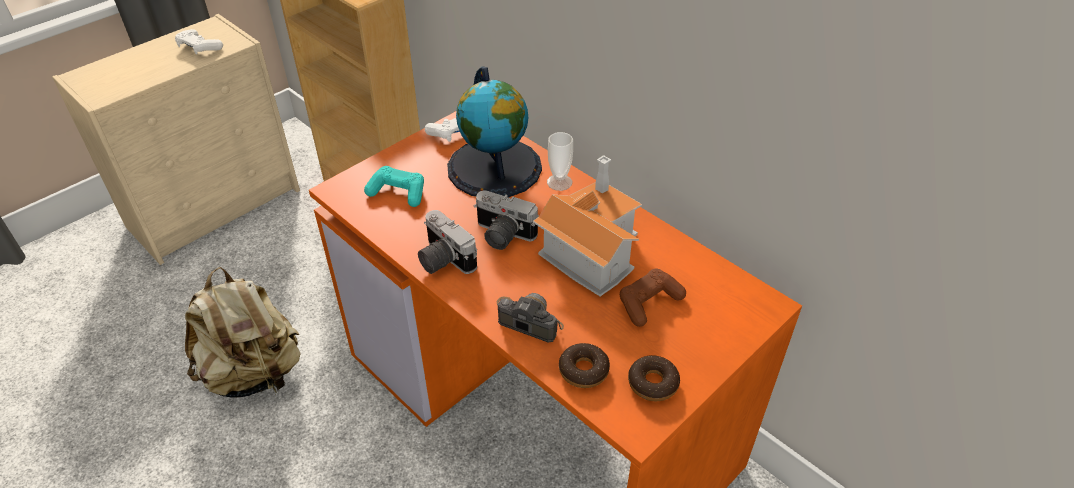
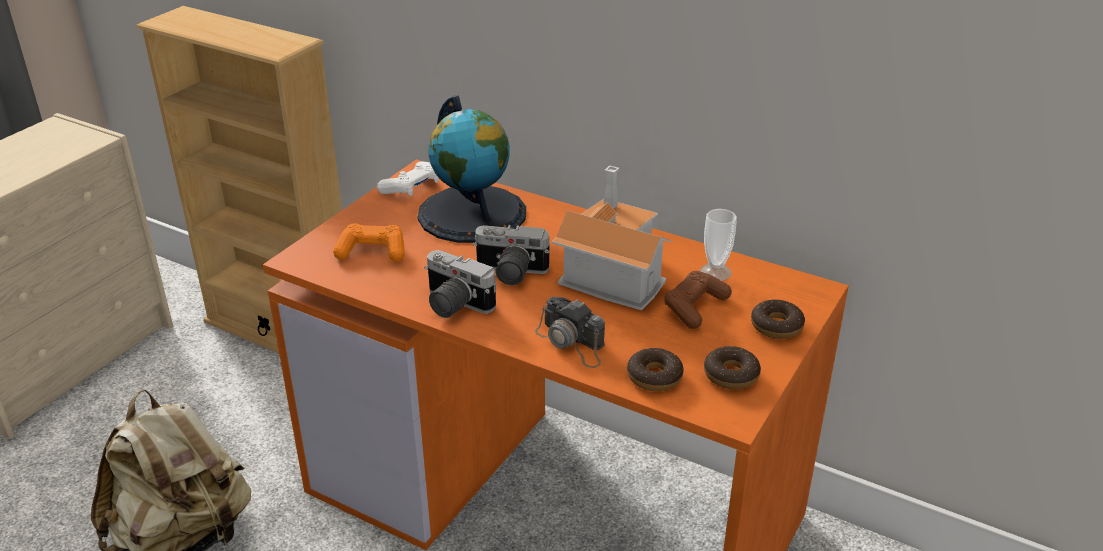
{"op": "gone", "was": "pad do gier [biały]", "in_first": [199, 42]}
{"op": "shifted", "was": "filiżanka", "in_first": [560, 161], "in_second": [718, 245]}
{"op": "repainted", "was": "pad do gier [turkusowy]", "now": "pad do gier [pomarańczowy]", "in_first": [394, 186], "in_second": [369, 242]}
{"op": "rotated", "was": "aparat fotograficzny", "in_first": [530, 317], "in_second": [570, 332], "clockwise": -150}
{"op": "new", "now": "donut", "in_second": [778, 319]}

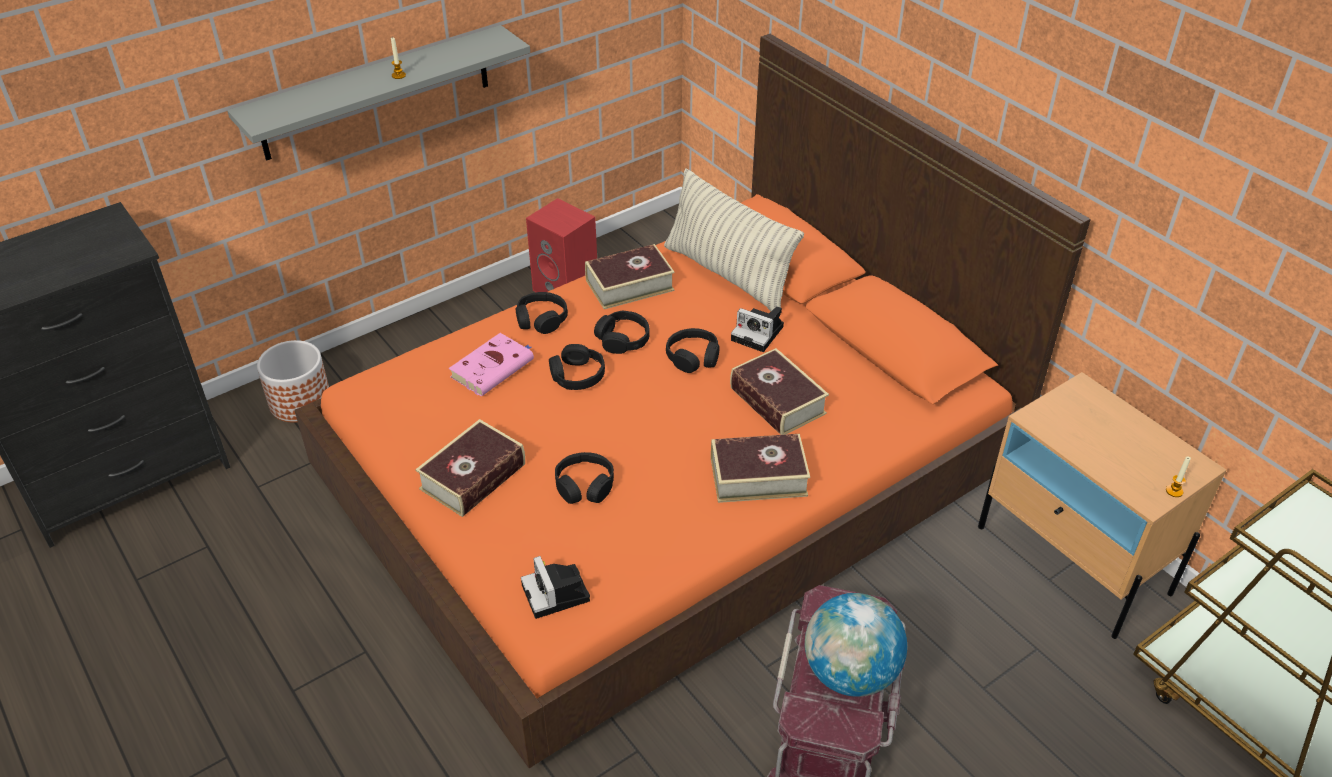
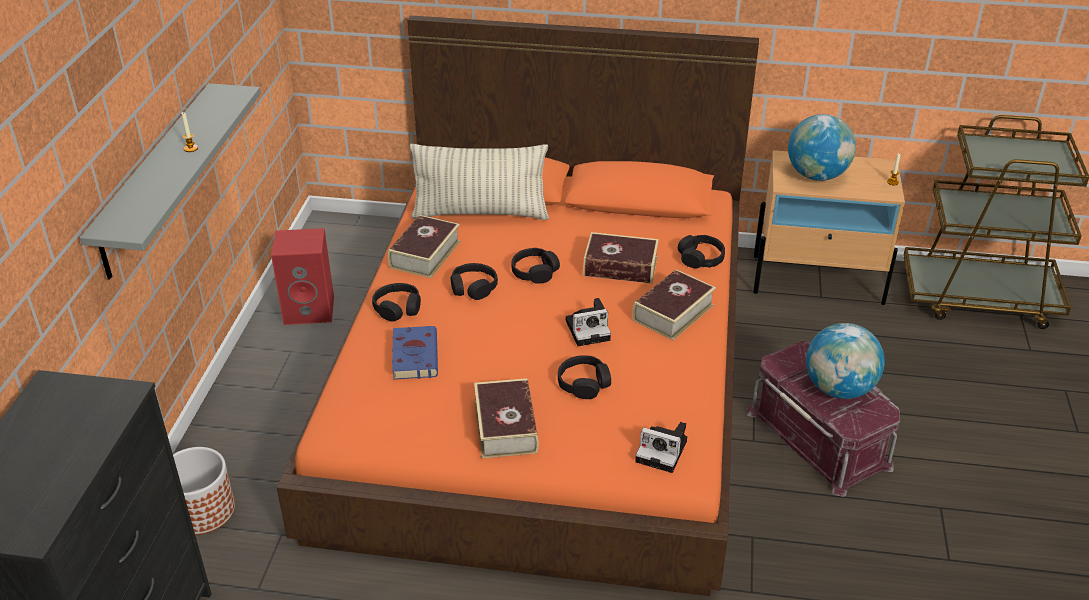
{"op": "shifted", "was": "aparat fotograficzny", "in_first": [757, 329], "in_second": [588, 322]}
{"op": "repainted", "was": "książka [różowy]", "now": "książka [niebieski]", "in_first": [491, 365], "in_second": [415, 353]}
{"op": "shifted", "was": "słuchawki [czarny]", "in_first": [577, 367], "in_second": [701, 252]}
{"op": "new", "now": "globus", "in_second": [822, 147]}

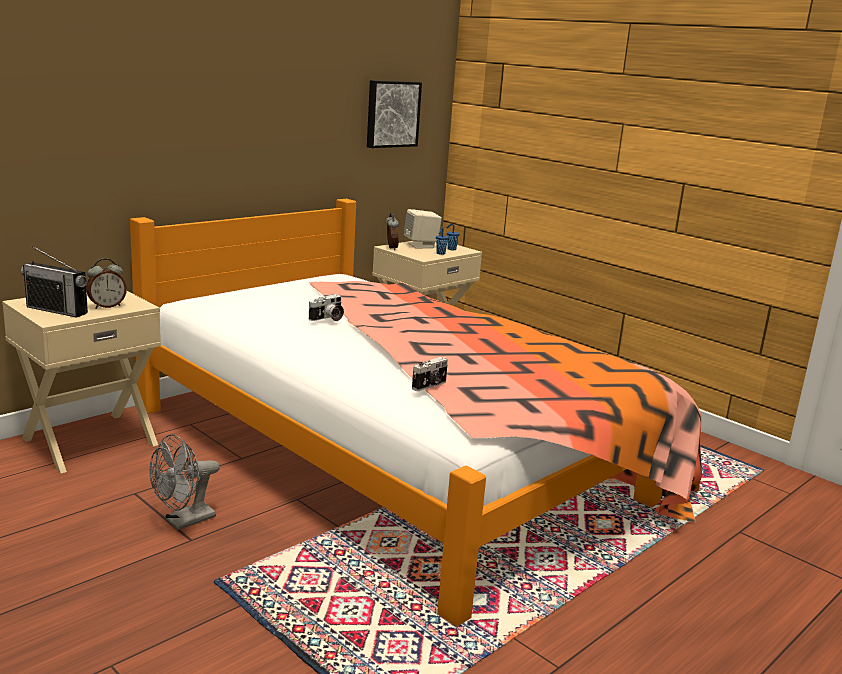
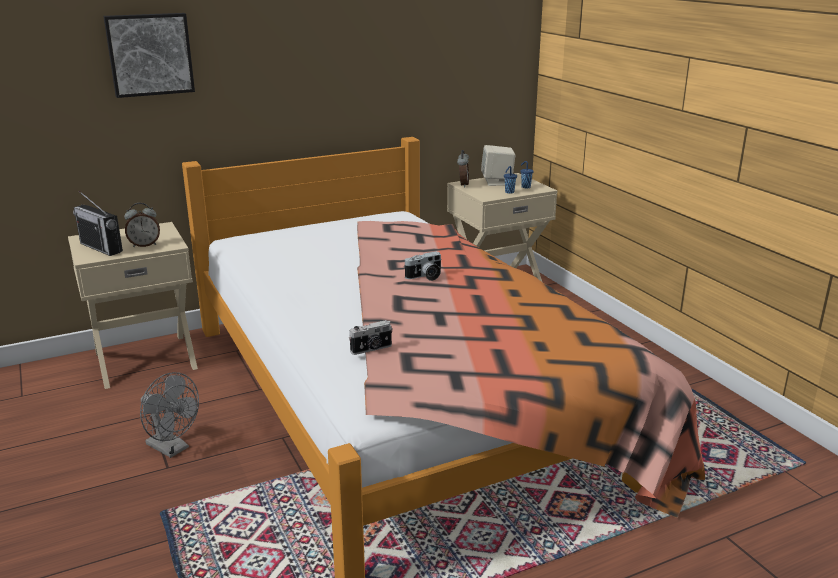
{"op": "shifted", "was": "obraz", "in_first": [394, 114], "in_second": [149, 55]}
{"op": "shifted", "was": "aparat fotograficzny", "in_first": [326, 307], "in_second": [423, 266]}
{"op": "rotated", "was": "wentylator [szary]", "in_first": [184, 482], "in_second": [169, 415], "clockwise": -120}

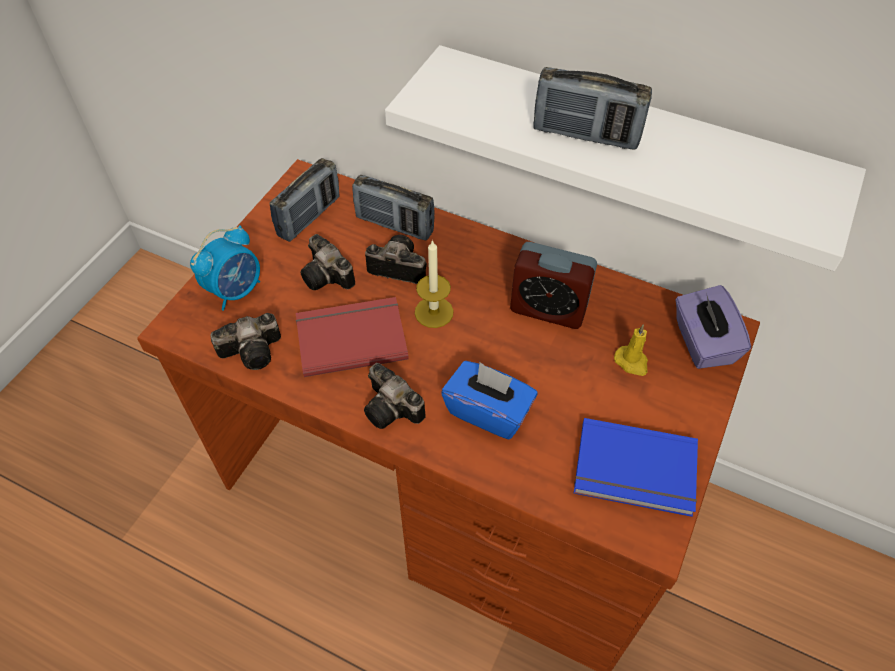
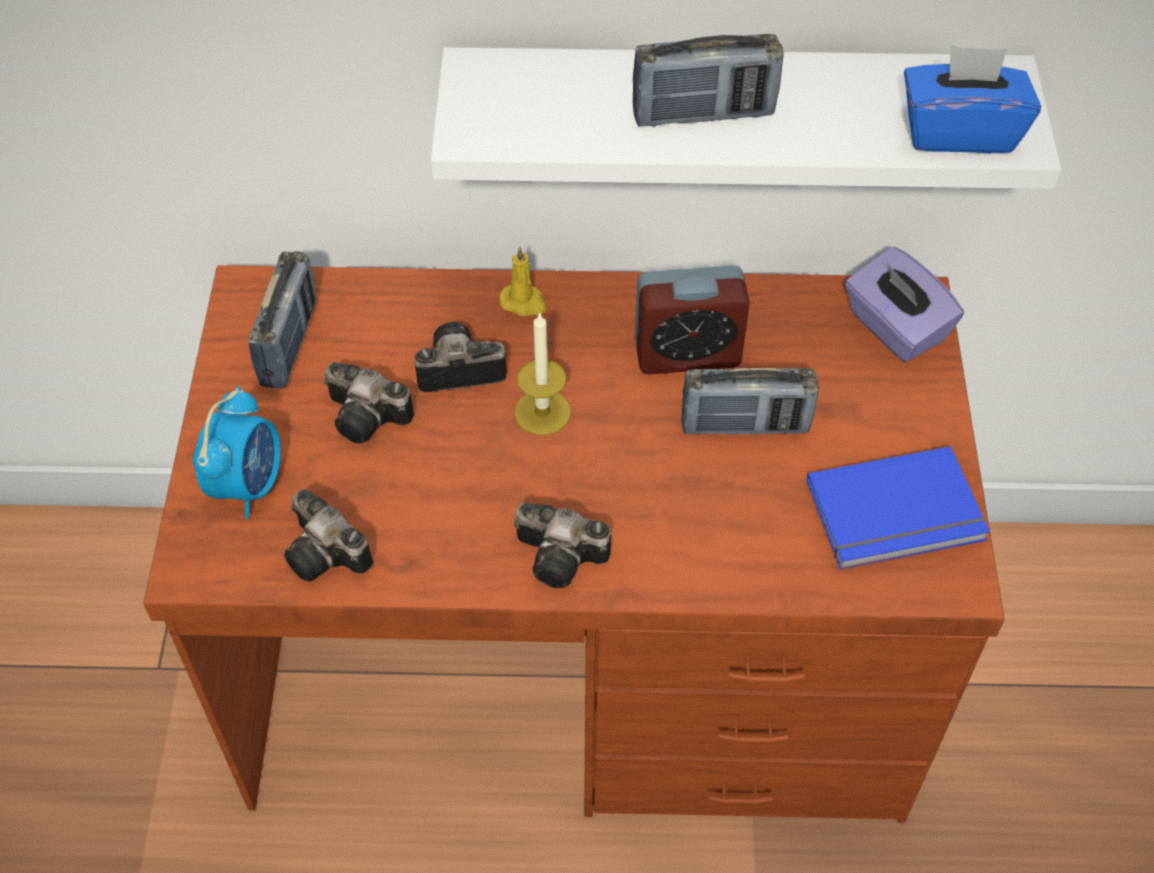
{"op": "shifted", "was": "radio", "in_first": [393, 207], "in_second": [750, 401]}
{"op": "gone", "was": "książka [czerwony]", "in_first": [352, 337]}
{"op": "rotated", "was": "aparat fotograficzny", "in_first": [245, 341], "in_second": [328, 535], "clockwise": 90}
{"op": "shifted", "was": "świeca [żółty]", "in_first": [631, 350], "in_second": [523, 281]}
{"op": "shifted", "was": "pudełko chusteczek [niebieski]", "in_first": [489, 400], "in_second": [972, 99]}

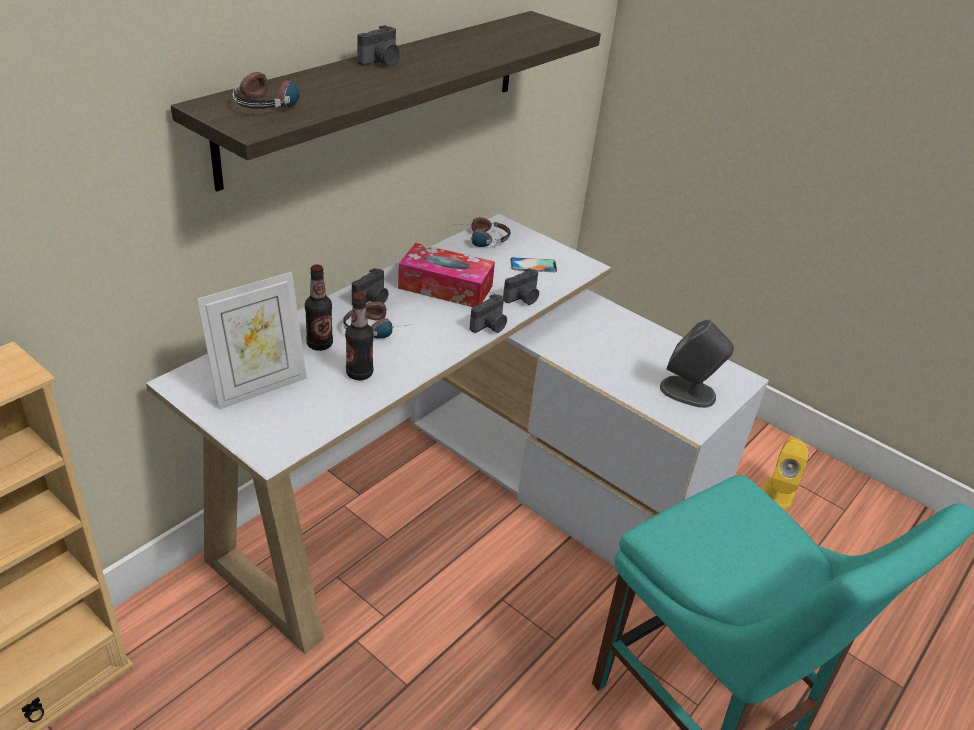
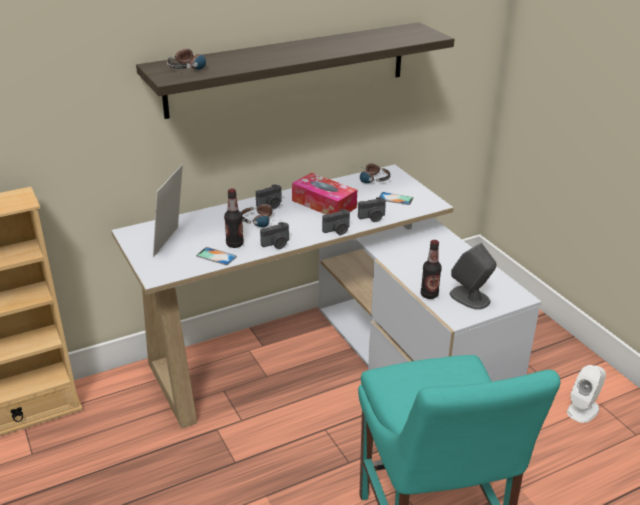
{"op": "shifted", "was": "aparat fotograficzny", "in_first": [378, 45], "in_second": [274, 235]}
{"op": "shifted", "was": "butelka", "in_first": [319, 307], "in_second": [431, 269]}
{"op": "rotated", "was": "ramka na zdjęcie", "in_first": [252, 341], "in_second": [168, 210], "clockwise": 120}
{"op": "repainted", "was": "głośnik [żółty]", "now": "głośnik [biały]", "in_first": [785, 473], "in_second": [586, 394]}
{"op": "new", "now": "telefon", "in_second": [216, 256]}

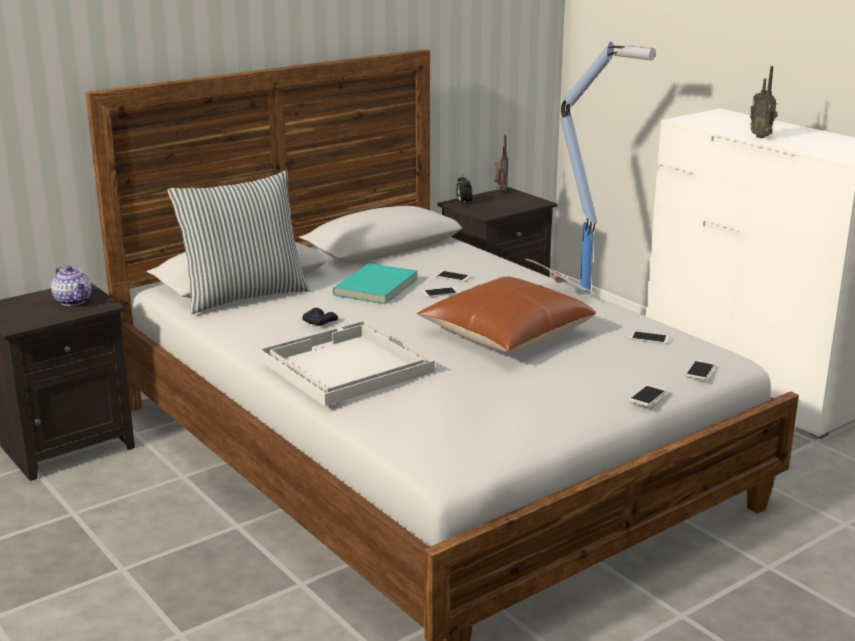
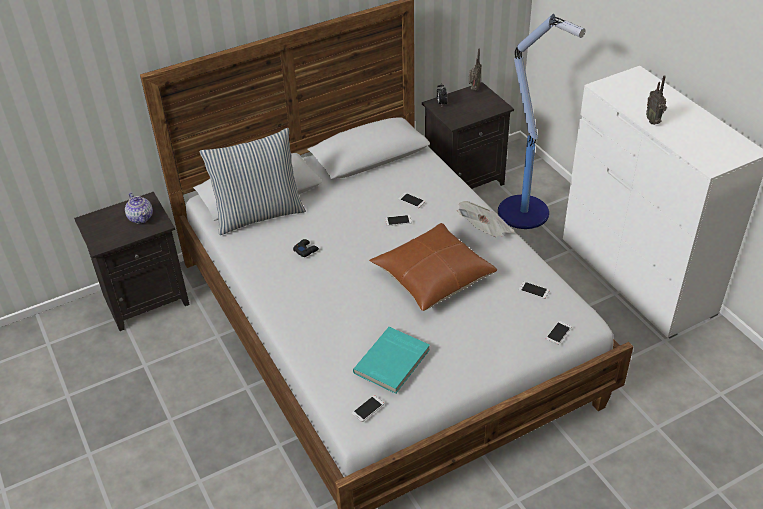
{"op": "shifted", "was": "książka [turkusowy]", "in_first": [375, 283], "in_second": [391, 360]}
{"op": "gone", "was": "taca [biały]", "in_first": [347, 363]}
{"op": "shifted", "was": "telefon", "in_first": [648, 395], "in_second": [368, 408]}

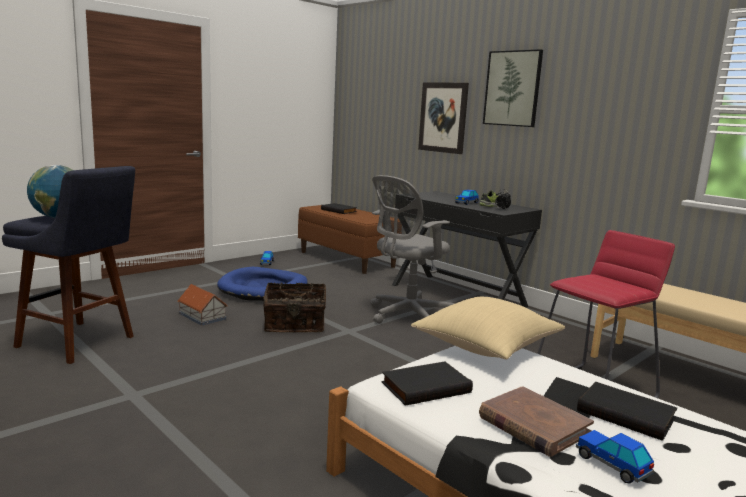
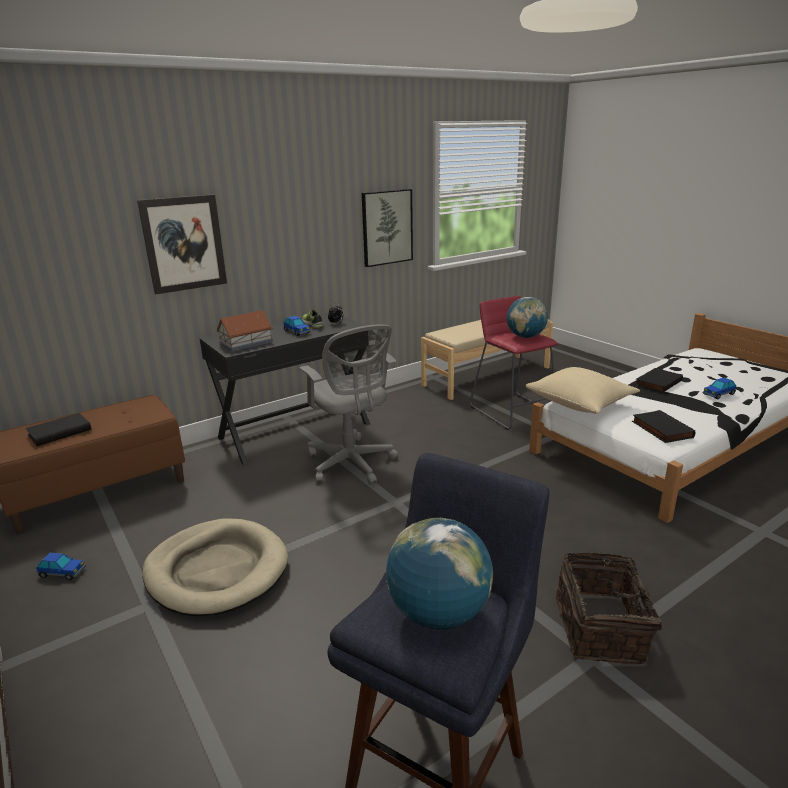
{"op": "shifted", "was": "obraz", "in_first": [513, 88], "in_second": [387, 228]}
{"op": "repainted", "was": "legowisko [niebieski]", "now": "legowisko [beżowy]", "in_first": [262, 284], "in_second": [215, 567]}
{"op": "shifted", "was": "koszyk", "in_first": [294, 307], "in_second": [609, 608]}
{"op": "shifted", "was": "domek", "in_first": [202, 305], "in_second": [244, 331]}
{"op": "gone", "was": "książka [brązowy]", "in_first": [536, 421]}
{"op": "new", "now": "globus", "in_second": [527, 317]}

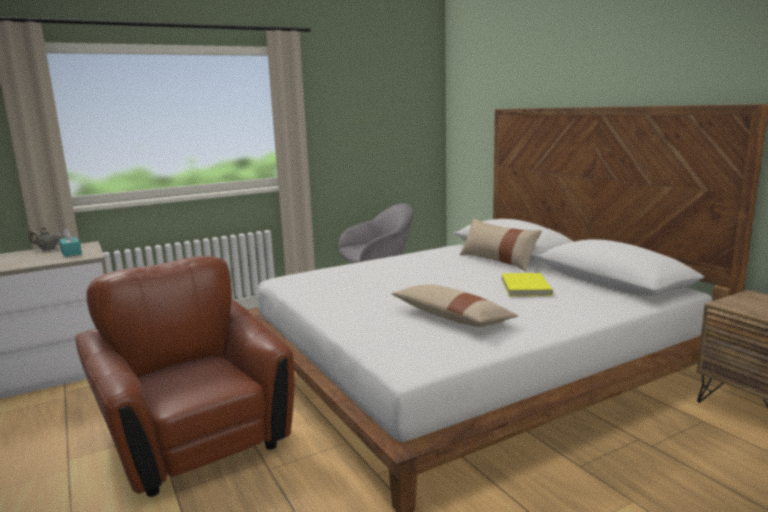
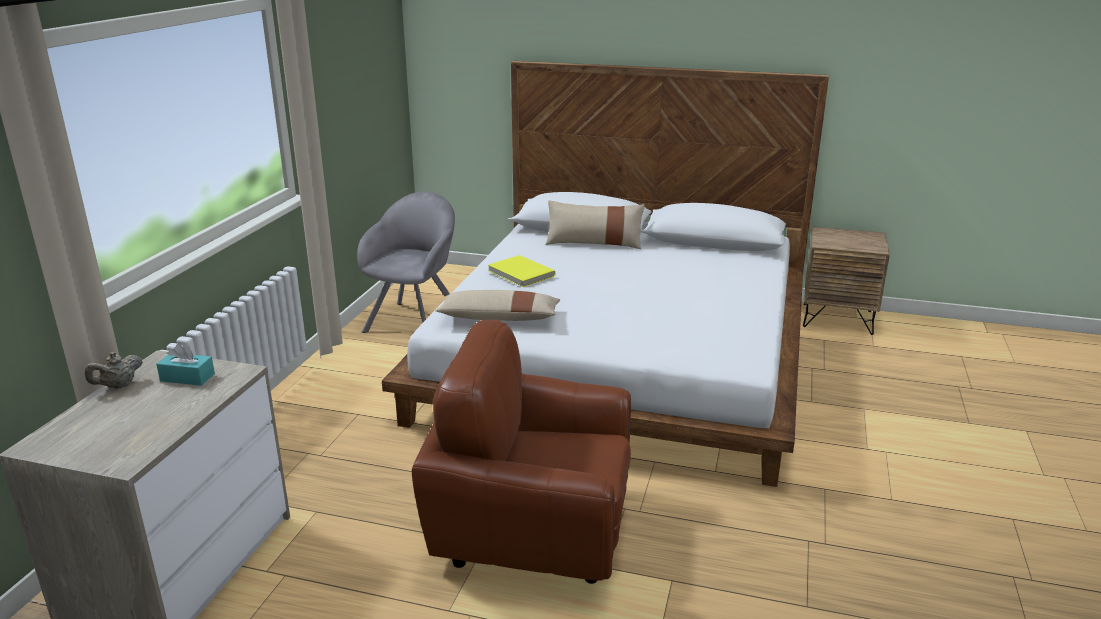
{"op": "shifted", "was": "książka [żółty]", "in_first": [527, 284], "in_second": [522, 271]}
{"op": "shifted", "was": "poduszka [beżowy]", "in_first": [454, 305], "in_second": [497, 305]}

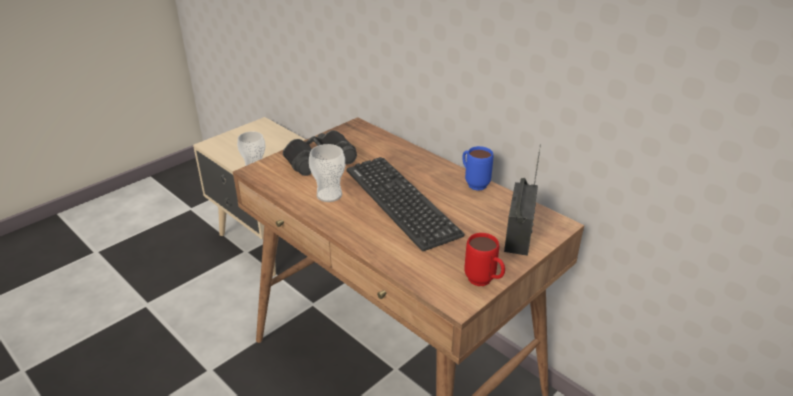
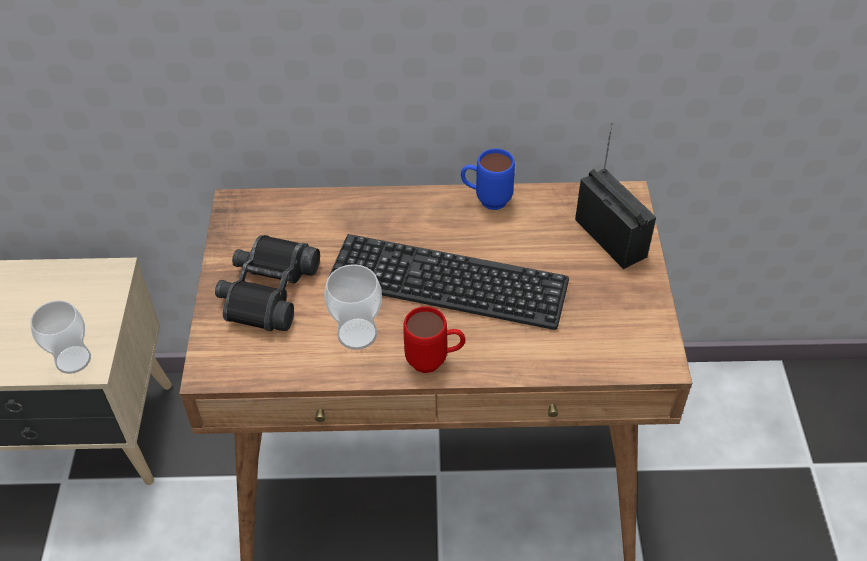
{"op": "shifted", "was": "kubek [czerwony]", "in_first": [484, 259], "in_second": [434, 339]}

